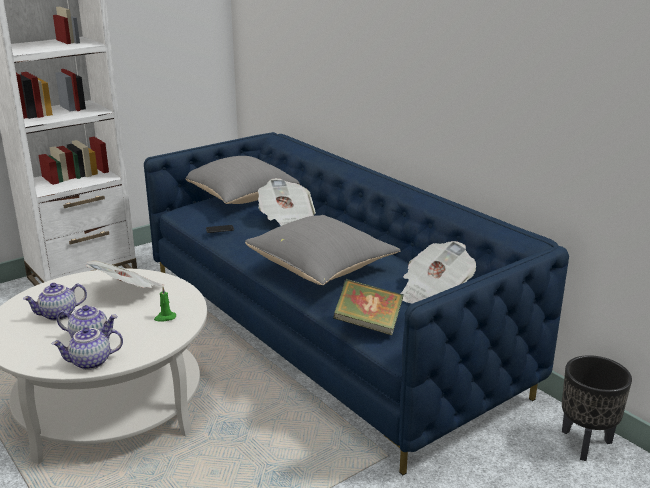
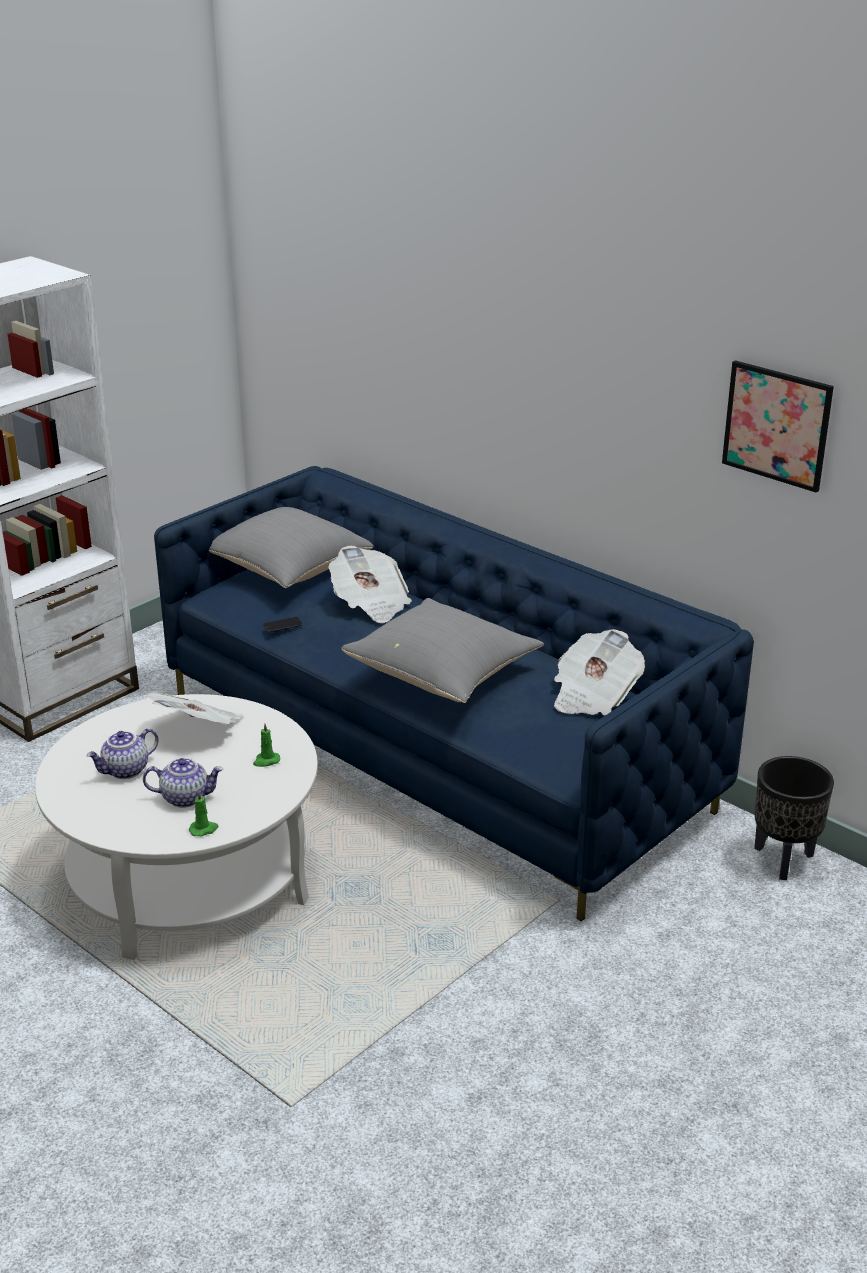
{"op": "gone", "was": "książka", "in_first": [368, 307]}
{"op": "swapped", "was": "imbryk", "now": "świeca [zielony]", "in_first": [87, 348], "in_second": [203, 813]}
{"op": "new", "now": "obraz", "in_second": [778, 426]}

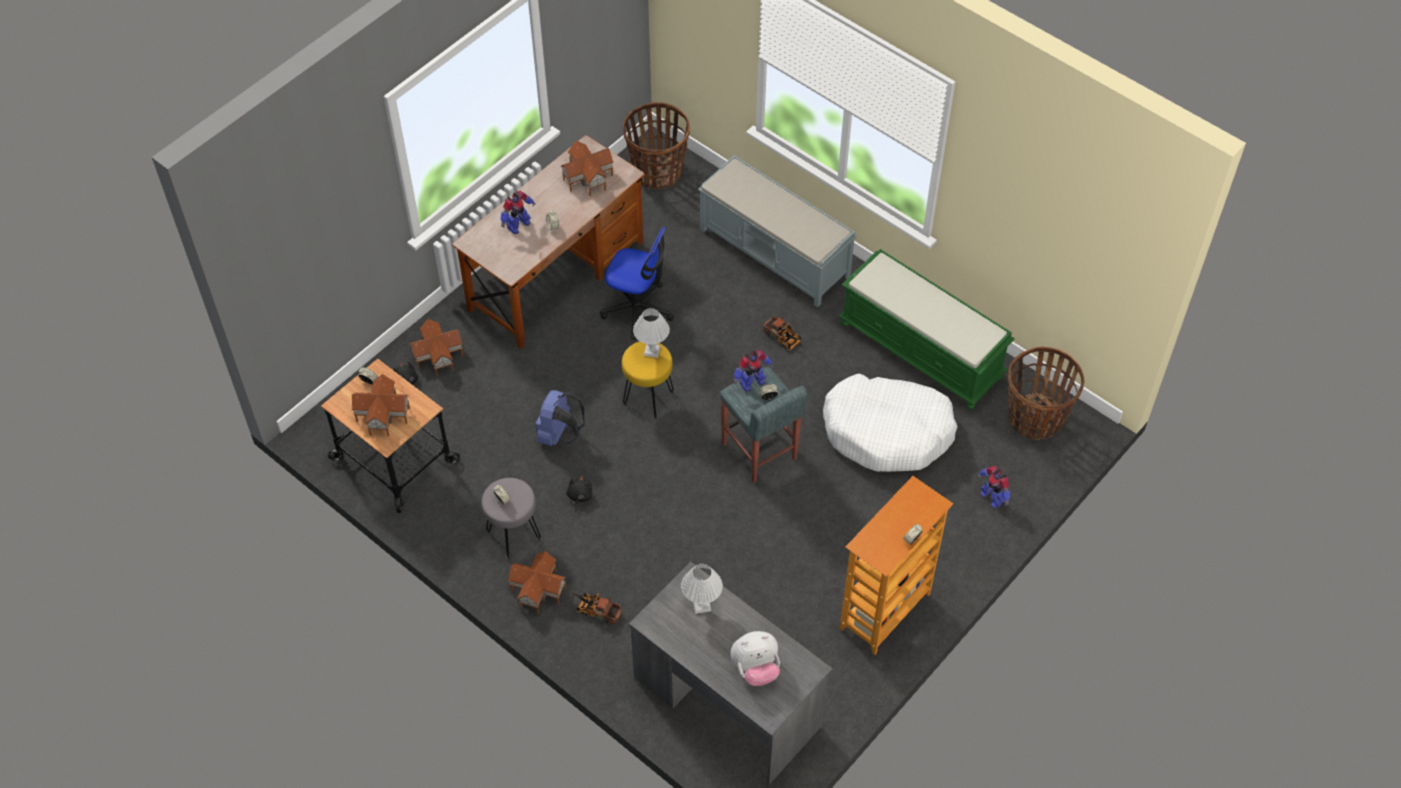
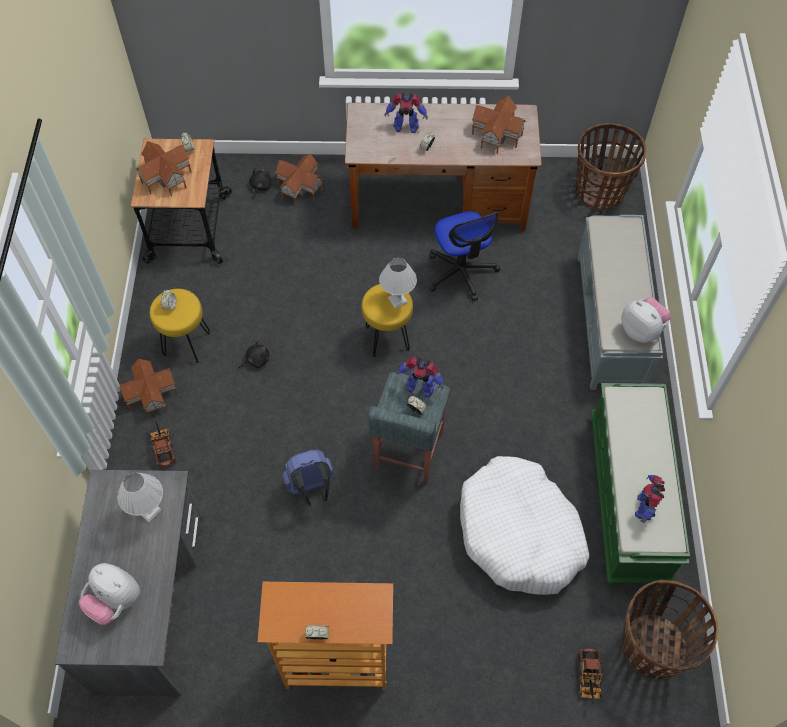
{"op": "shifted", "was": "ciężarówka zabawkowa", "in_first": [782, 332], "in_second": [591, 677]}
{"op": "shifted", "was": "plecak [niebieski]", "in_first": [560, 418], "in_second": [308, 477]}
{"op": "shifted", "was": "robot zabawkowy", "in_first": [993, 487], "in_second": [650, 499]}
{"op": "repainted", "was": "stołek [szary]", "now": "stołek [żółty]", "in_first": [511, 518], "in_second": [180, 326]}
{"op": "new", "now": "pluszak", "in_second": [646, 320]}

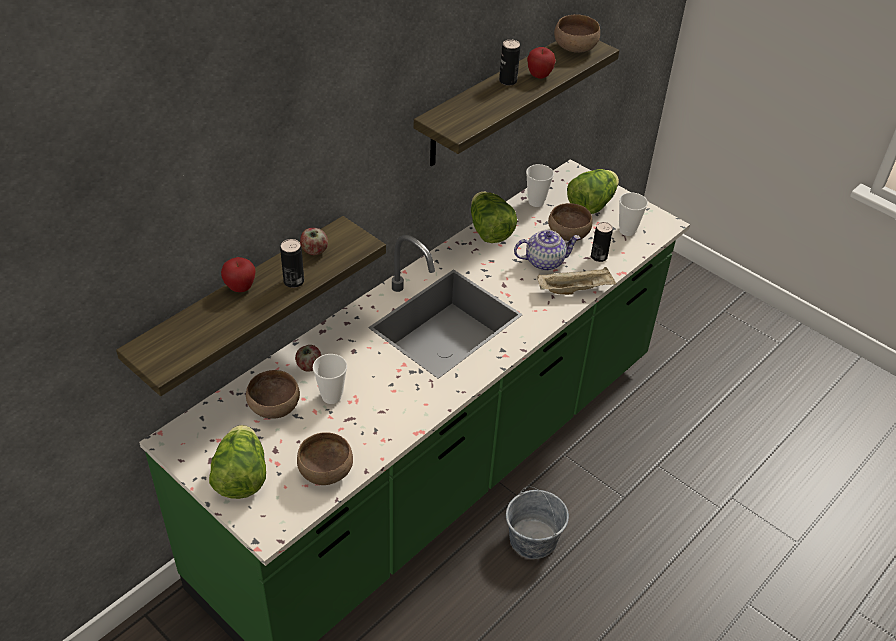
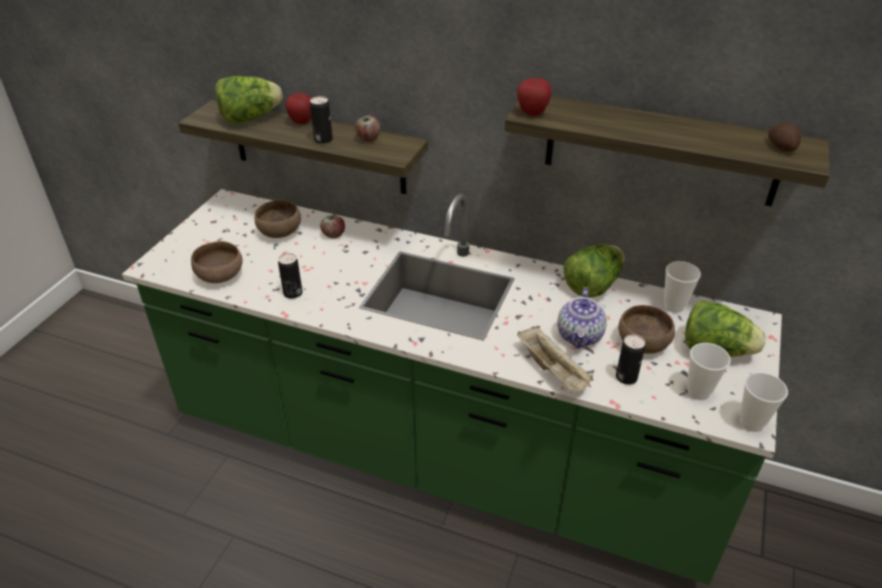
{"op": "swapped", "was": "miska [brązowy]", "now": "ziemniak", "in_first": [577, 33], "in_second": [784, 137]}
{"op": "shifted", "was": "puszka", "in_first": [509, 63], "in_second": [290, 276]}
{"op": "shifted", "was": "jabłko", "in_first": [541, 63], "in_second": [534, 97]}
{"op": "rotated", "was": "imbryk", "in_first": [547, 250], "in_second": [582, 318], "clockwise": 45}
{"op": "shifted", "was": "filiżanka", "in_first": [330, 379], "in_second": [764, 402]}
{"op": "shifted", "was": "sałata", "in_first": [237, 462], "in_second": [249, 100]}
{"op": "gone", "was": "wiadro [szary]", "in_first": [537, 523]}

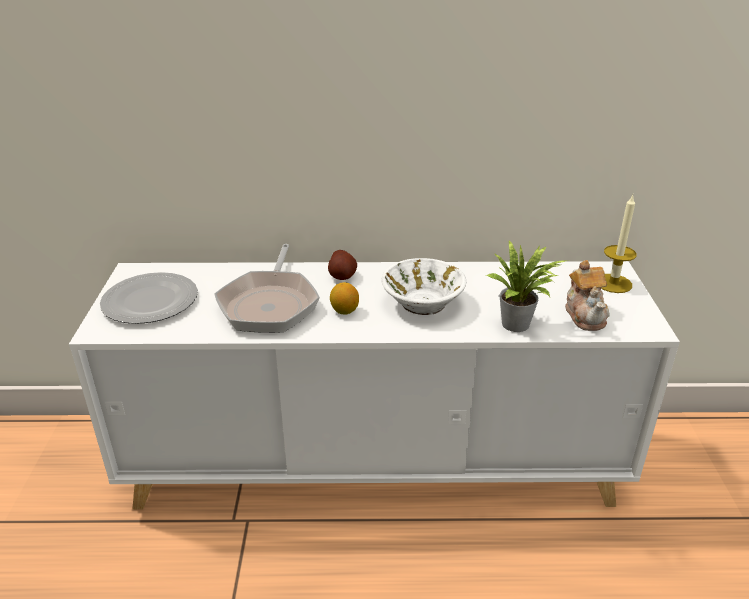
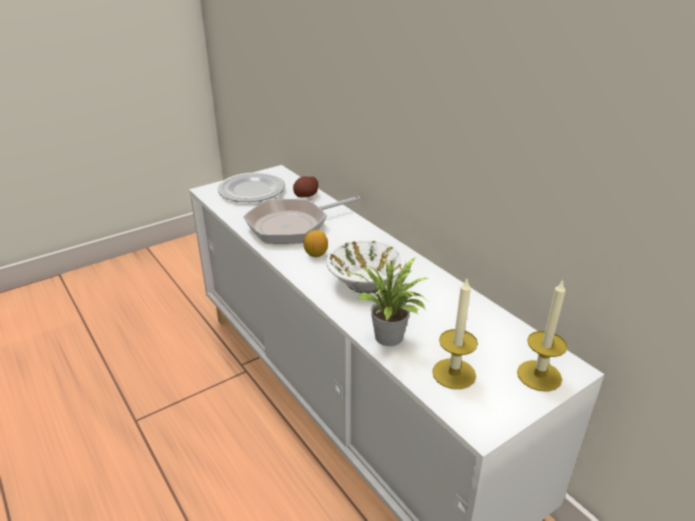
{"op": "shifted", "was": "ziemniak", "in_first": [342, 265], "in_second": [305, 186]}
{"op": "swapped", "was": "imbryk", "now": "świeca", "in_first": [587, 295], "in_second": [455, 333]}

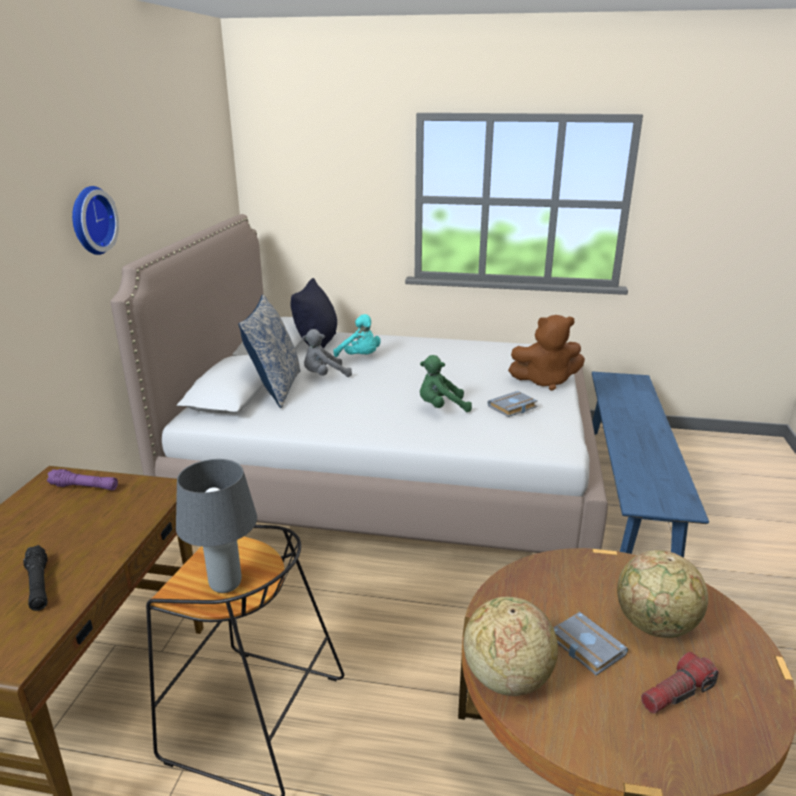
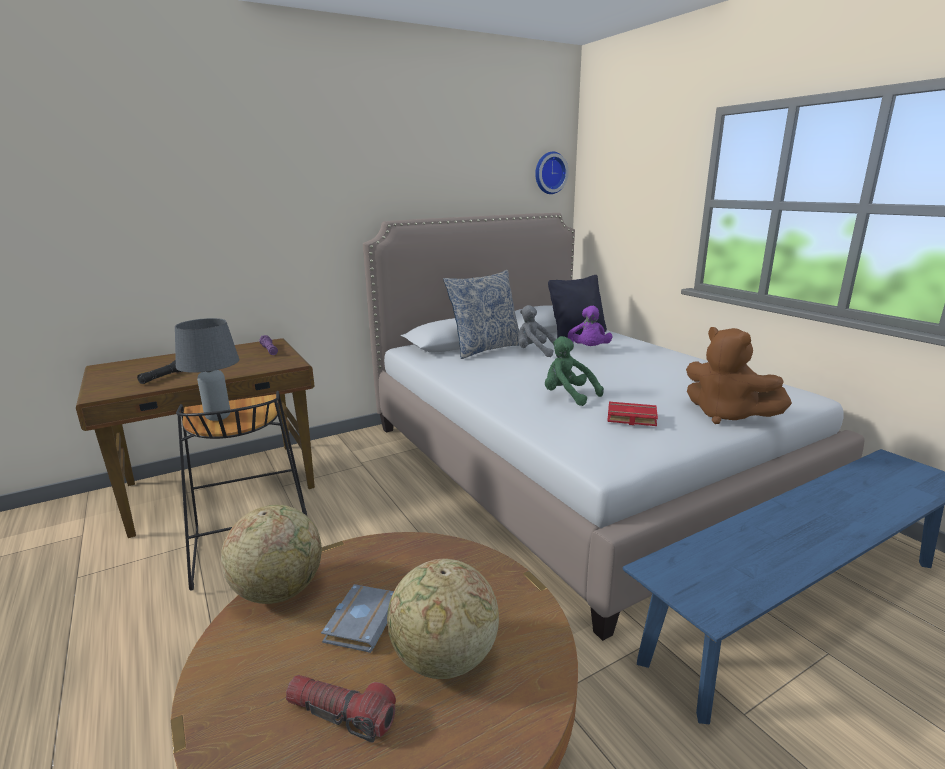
{"op": "shifted", "was": "zegar ścienny", "in_first": [95, 220], "in_second": [552, 173]}
{"op": "repainted", "was": "pluszak [turkusowy]", "now": "pluszak [fioletowy]", "in_first": [357, 335], "in_second": [590, 326]}
{"op": "repainted", "was": "książka [szary]", "now": "książka [czerwony]", "in_first": [512, 404], "in_second": [632, 414]}

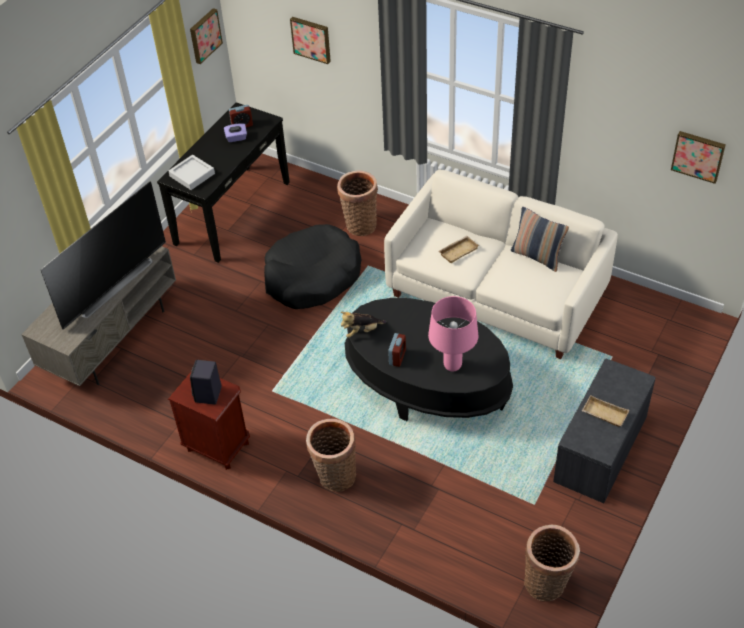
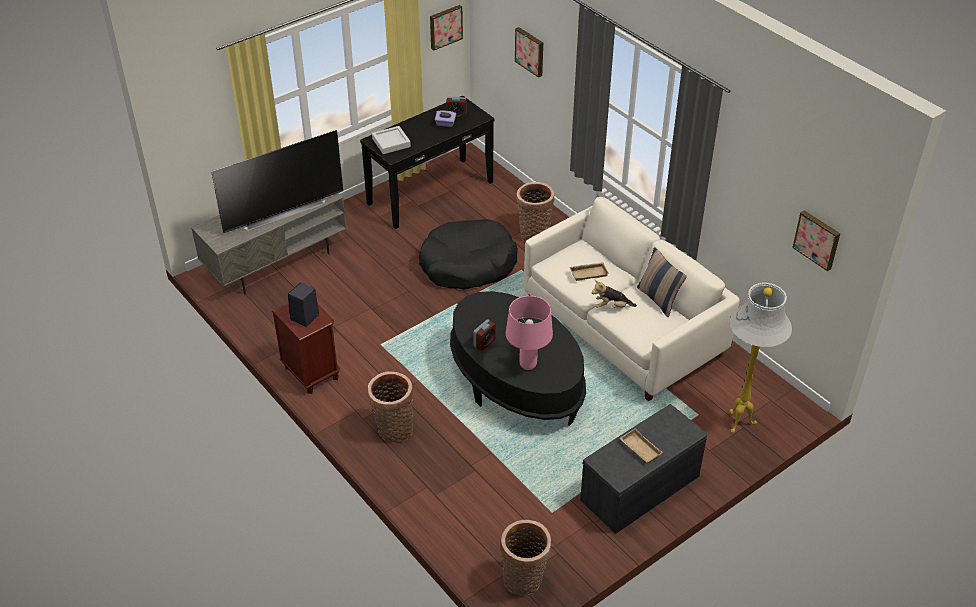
{"op": "shifted", "was": "pluszak", "in_first": [363, 325], "in_second": [614, 294]}
{"op": "new", "now": "lampa stojąca [biały]", "in_second": [760, 358]}

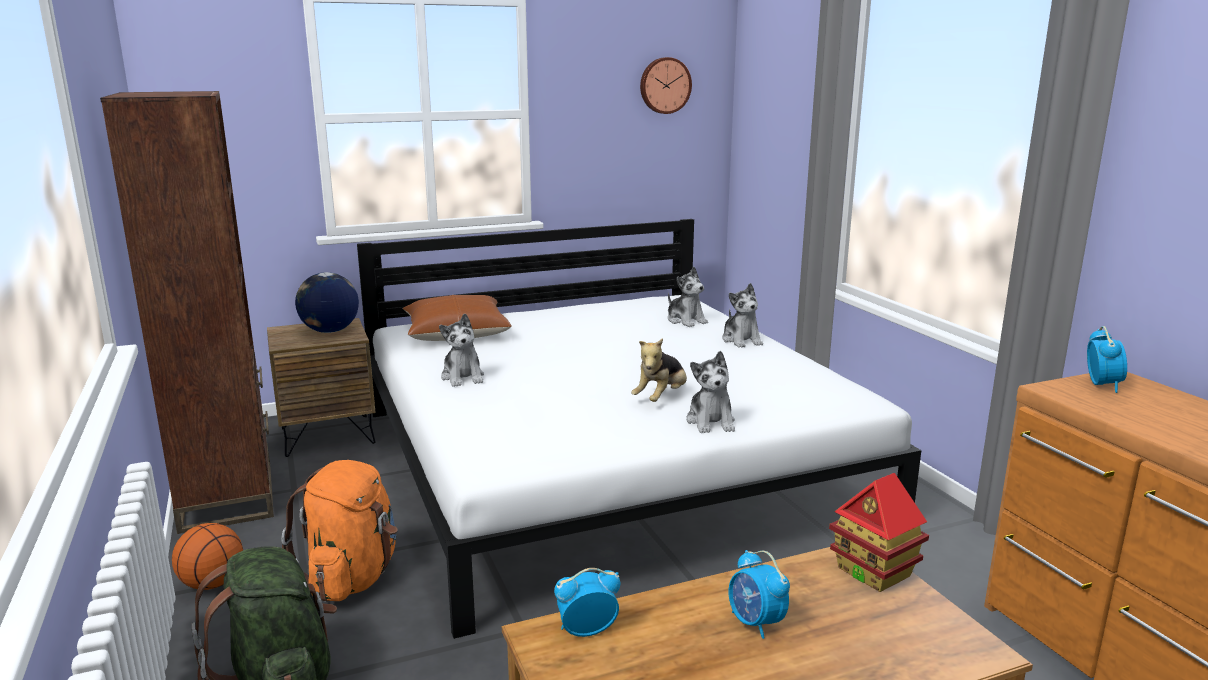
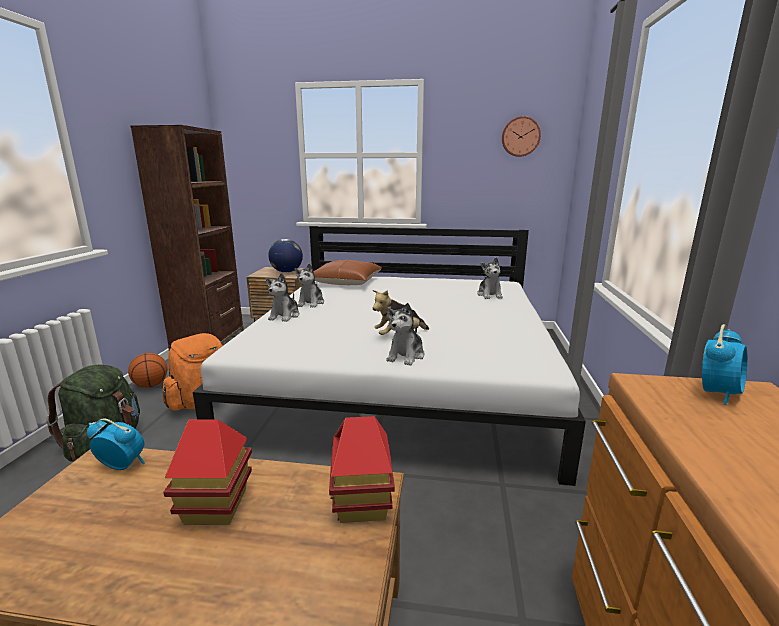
{"op": "shifted", "was": "pluszak", "in_first": [742, 315], "in_second": [283, 297]}
{"op": "swapped", "was": "budzik", "now": "domek", "in_first": [759, 594], "in_second": [207, 472]}

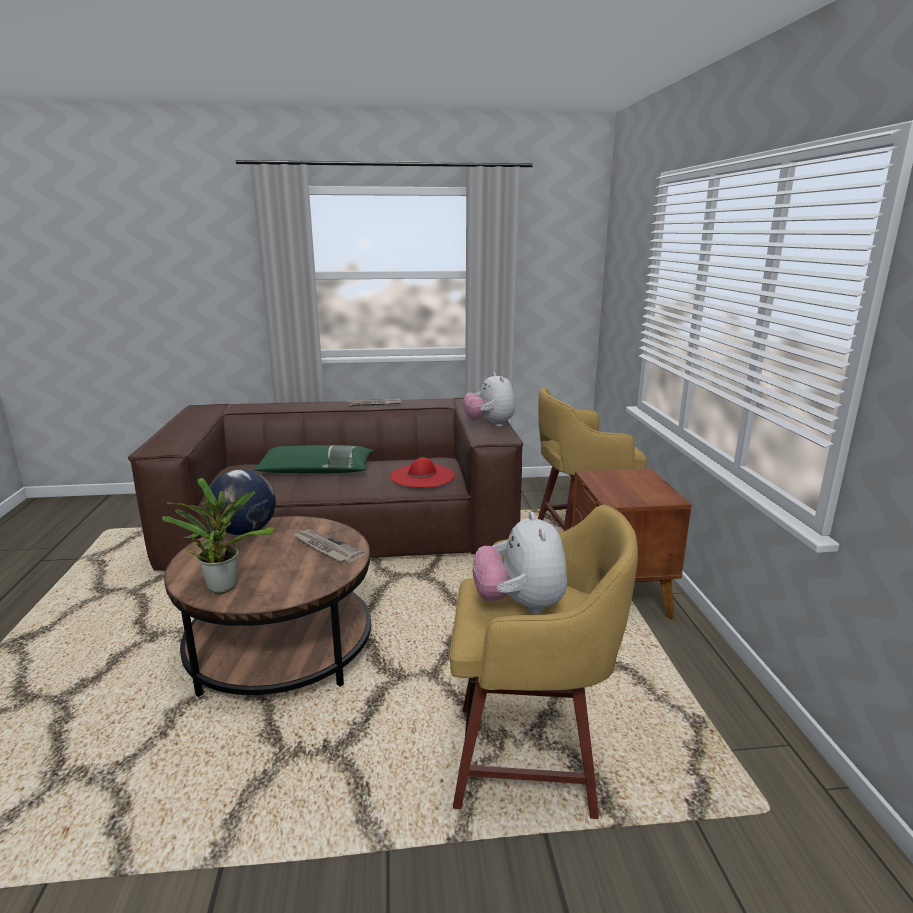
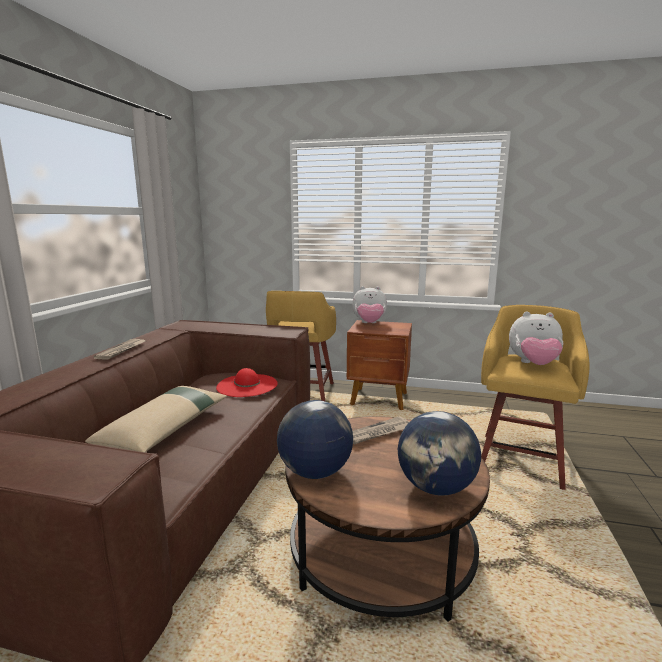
{"op": "shifted", "was": "pluszak", "in_first": [489, 399], "in_second": [369, 304]}
{"op": "repainted", "was": "poduszka [zielony]", "now": "poduszka [beżowy]", "in_first": [313, 459], "in_second": [156, 419]}
{"op": "swapped", "was": "roślina doniczkowa", "now": "globus", "in_first": [218, 535], "in_second": [439, 453]}

